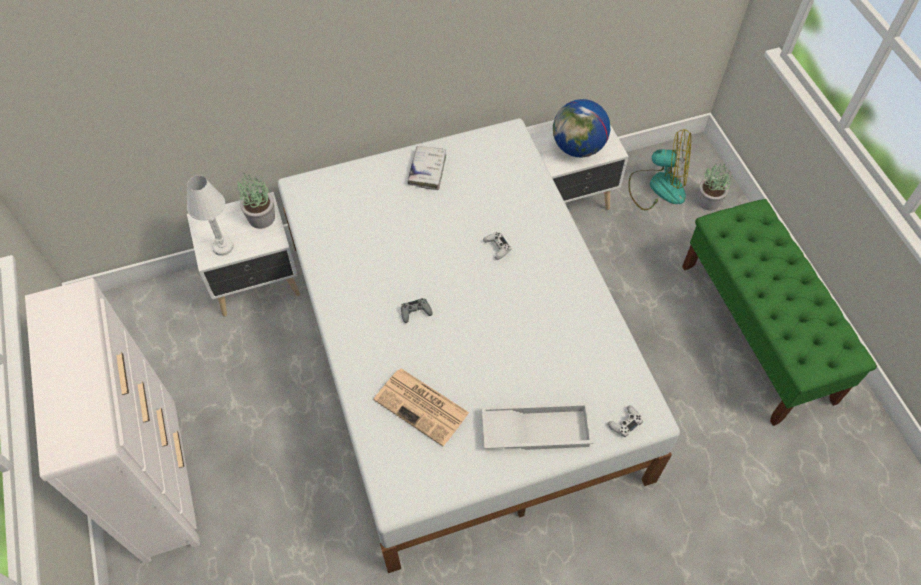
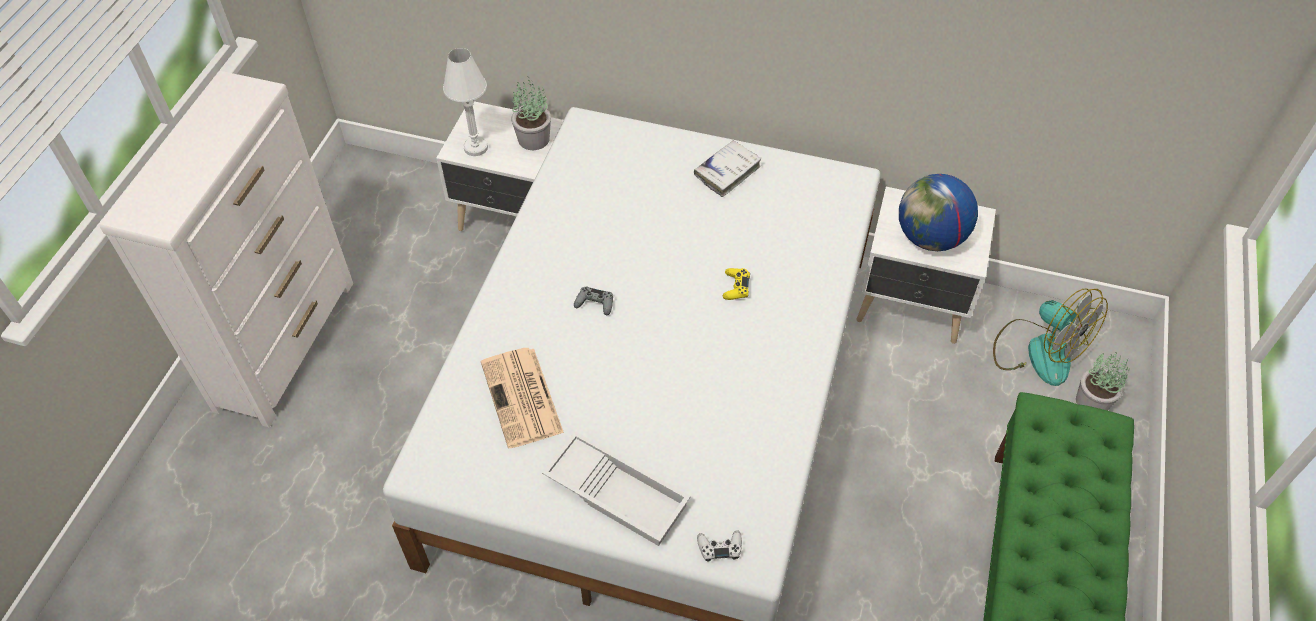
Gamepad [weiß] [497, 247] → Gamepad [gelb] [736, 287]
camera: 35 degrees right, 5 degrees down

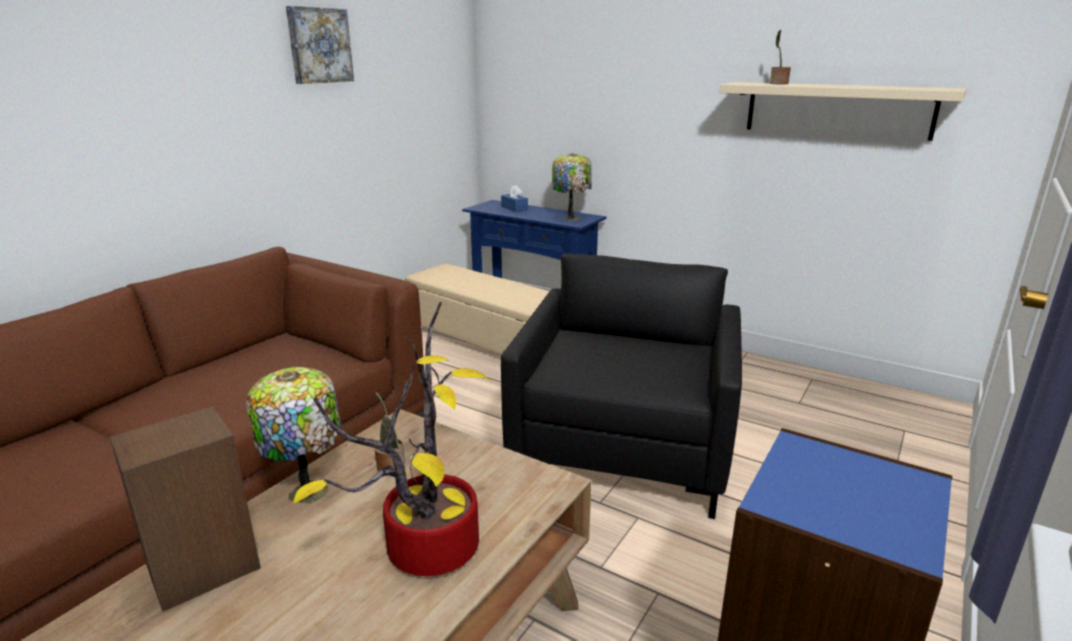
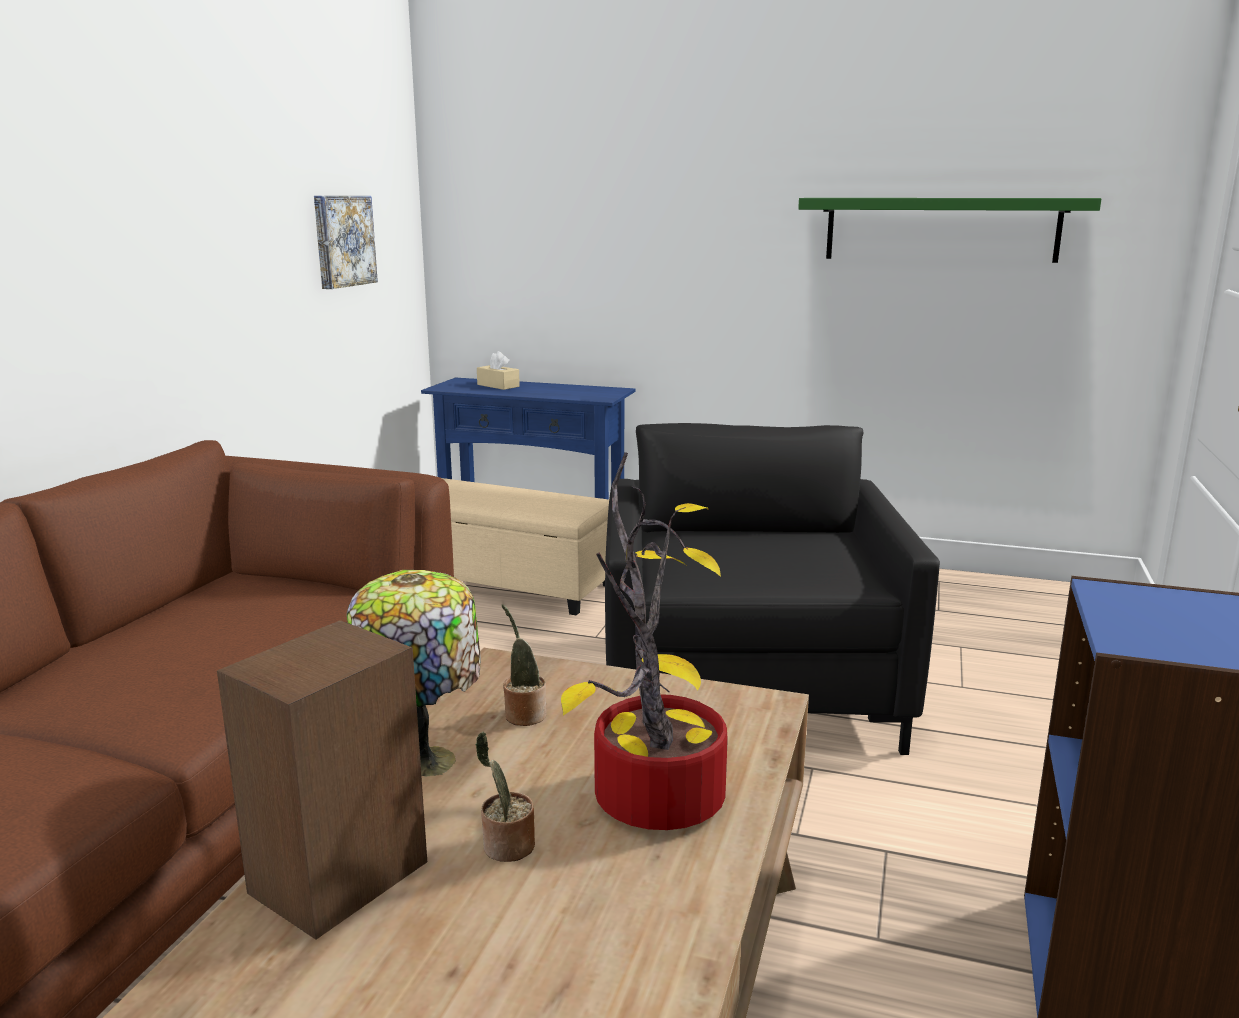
Bild [318, 45] → Bild [342, 241], relocated
Topfpflanze [778, 84] → Topfpflanze [506, 847], relocated
Wandregal [beige] [837, 110] → Wandregal [grün] [941, 229]
Tischlampe [571, 217] → -
Taschentuchbox [blau] [514, 208] → Taschentuchbox [beige] [498, 385]
camera: 15 degrees left, 5 degrees down

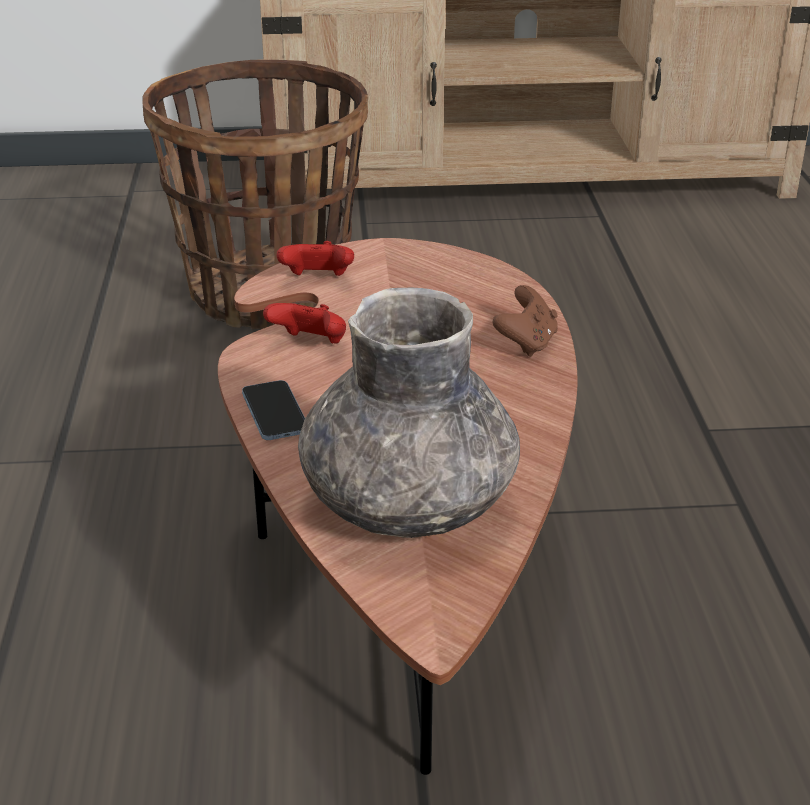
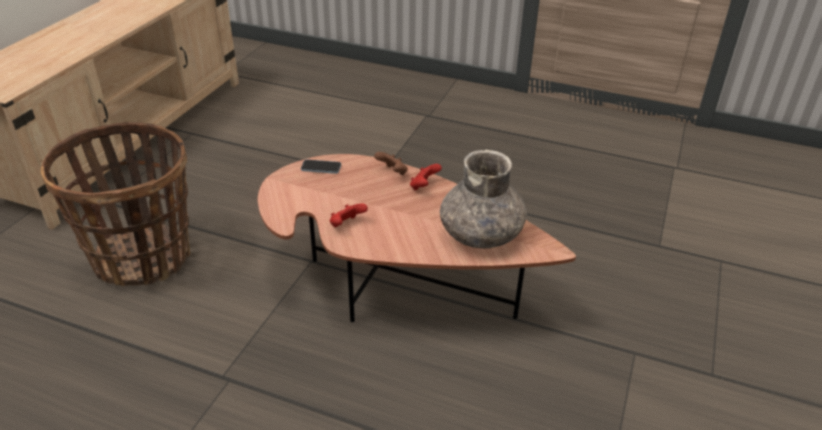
Gamepad [rot] [317, 280] → Gamepad [rot] [424, 186], relocated
Handy [275, 413] → Handy [321, 168], relocated
camera: 65 degrees left, 5 degrees up

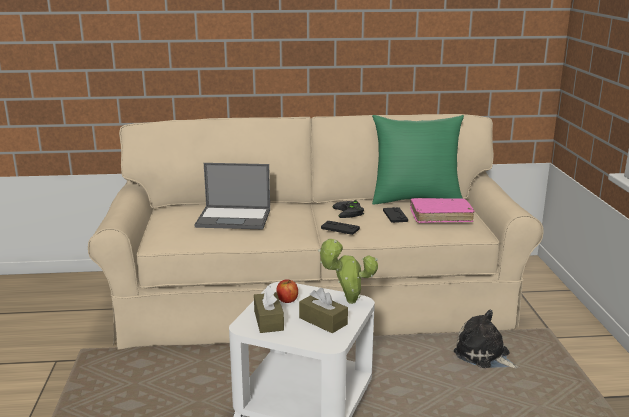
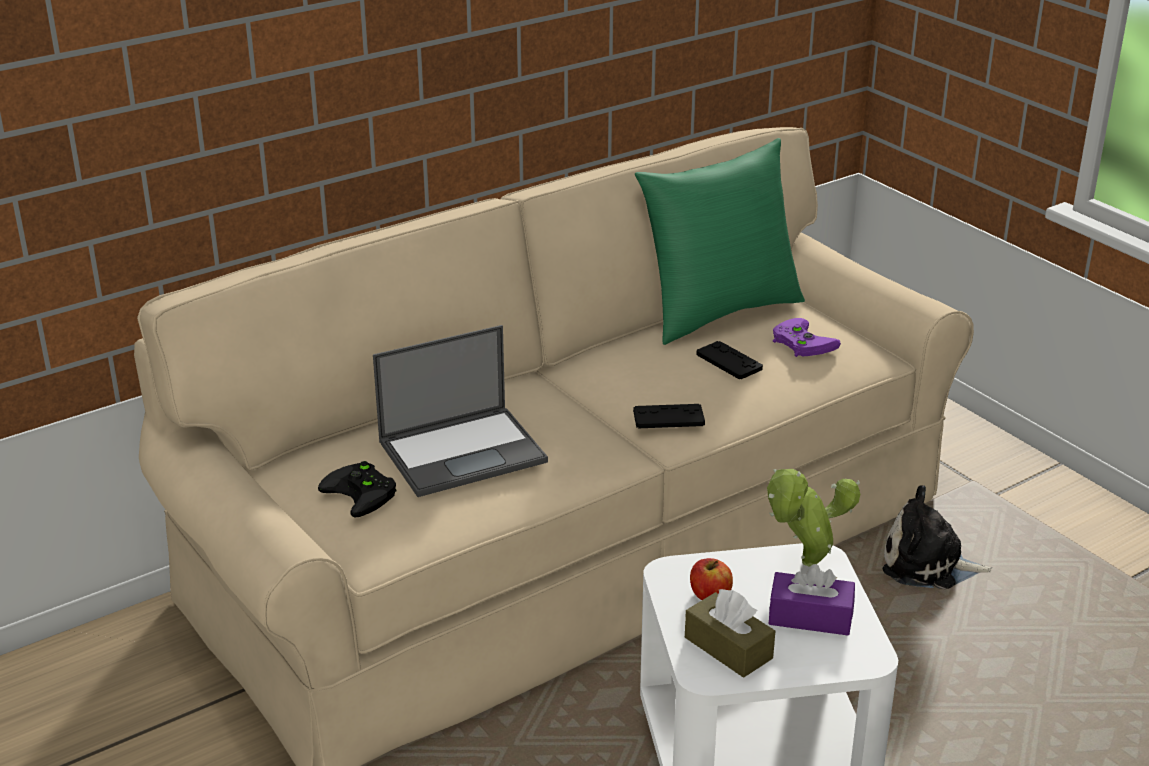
Buch [rosa] [440, 216] → Gamepad [lila] [800, 342]
Gamepad [schwarz] [350, 212] → Gamepad [schwarz] [363, 493], relocated
Taschentuchbox [braun] [323, 321] → Taschentuchbox [lila] [810, 617]
camera: 30 degrees left, 10 degrees up

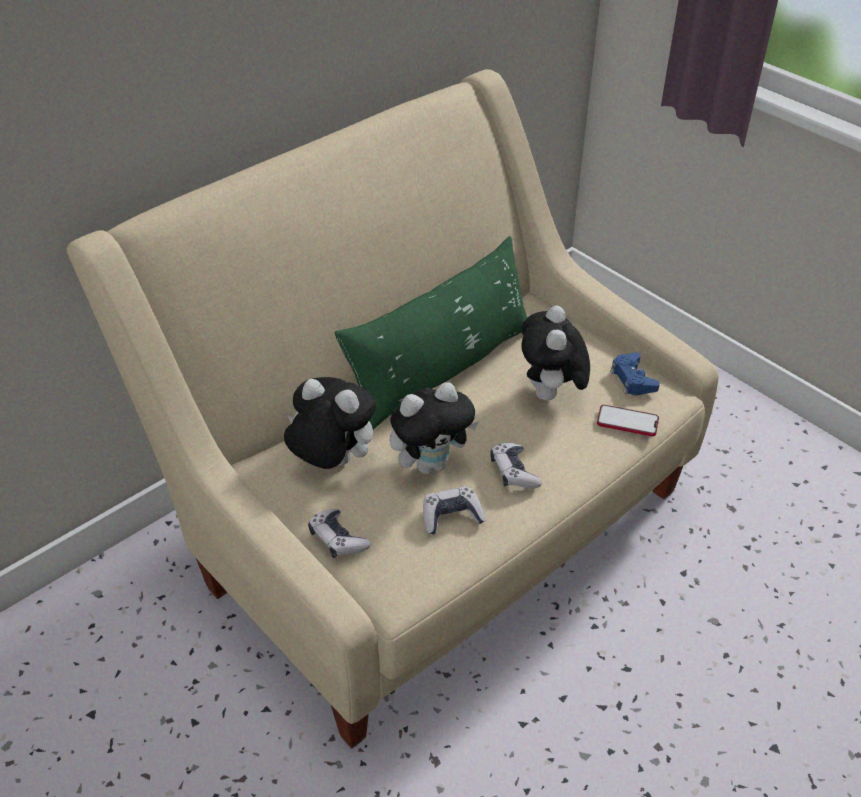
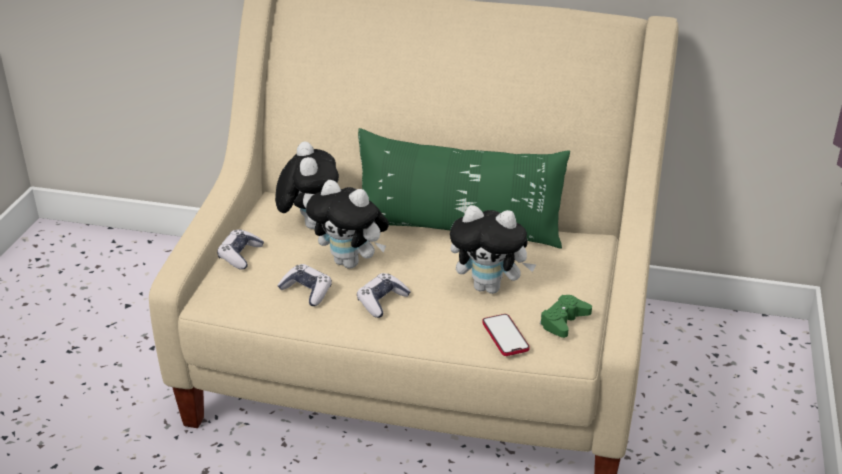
Plüschtier [550, 395] → Plüschtier [490, 287], 135 degrees counterclockwise
Gamepad [blau] [632, 379] → Gamepad [grün] [564, 321]
camera: 55 degrees right, 10 degrees down

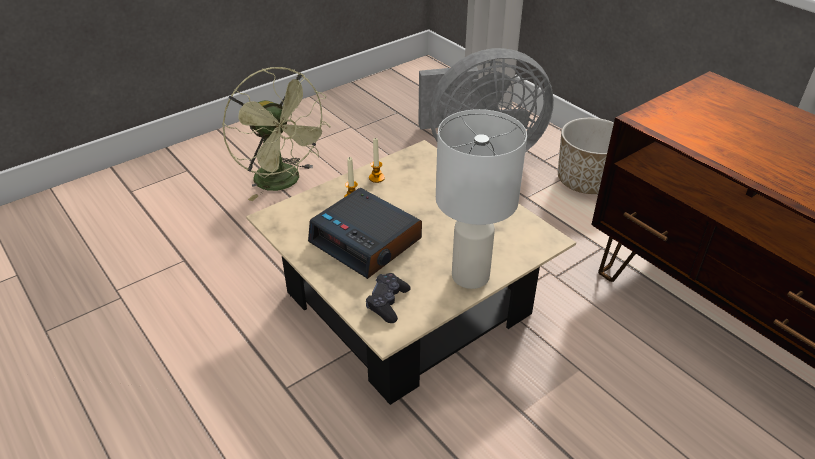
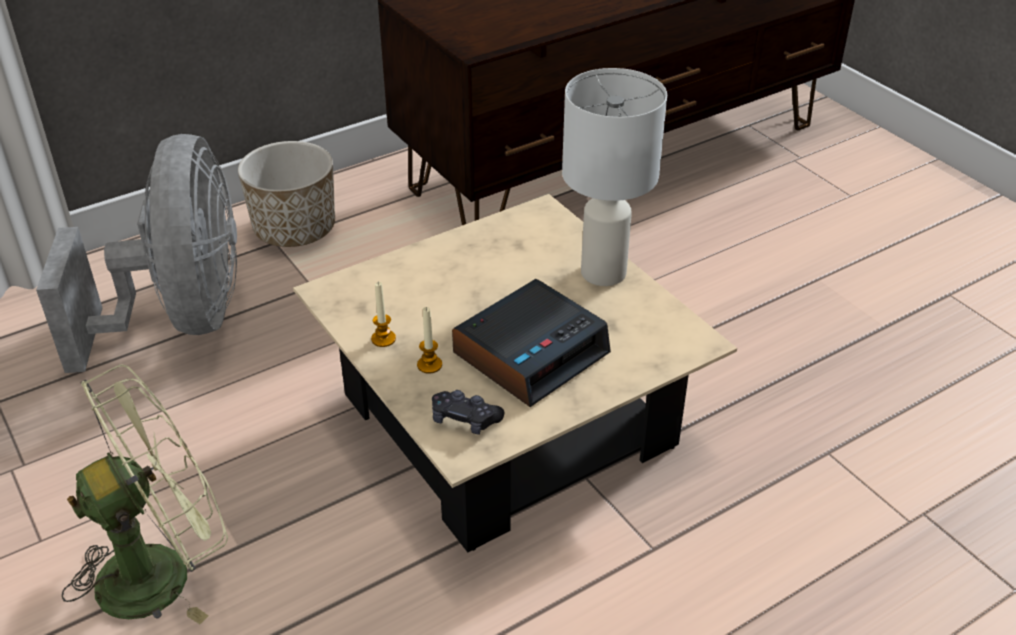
Gamepad [schwarz] [387, 303] → Gamepad [schwarz] [465, 419], relocated
camera: 85 degrees left, 0 degrees up

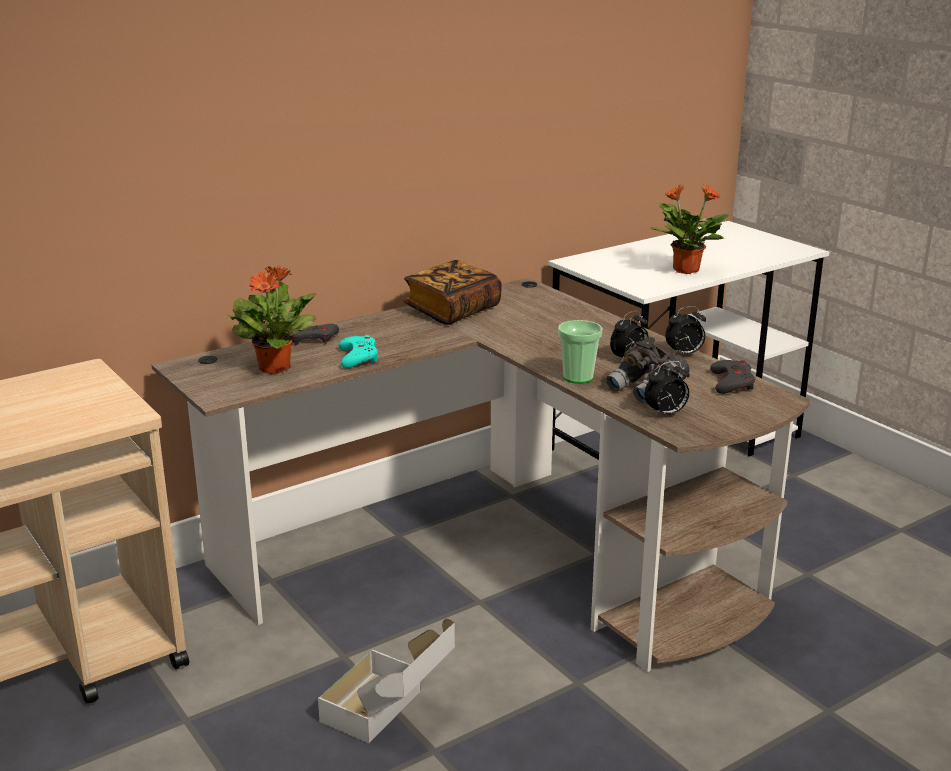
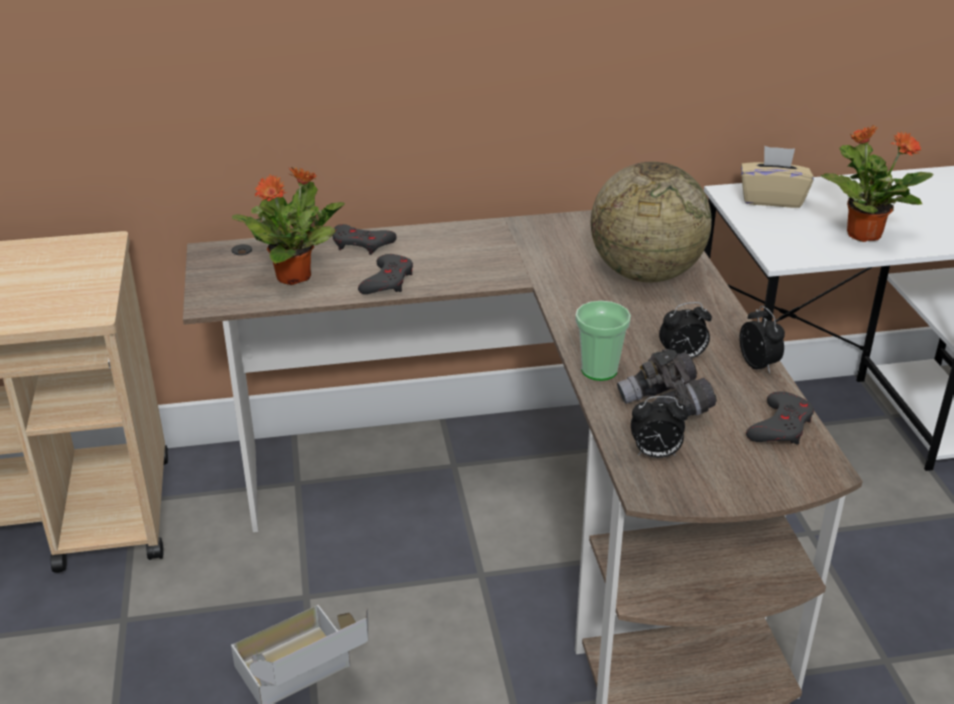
Buch [452, 311] → -
Wecker [684, 354] → Wecker [759, 365], 120 degrees counterclockwise
Gamepad [türkis] [358, 357] → Gamepad [grau] [388, 281]
- → Taschentuchbox [beige] [772, 199]
- → Globus [645, 274]
camera: 25 degrees right, 10 degrees up

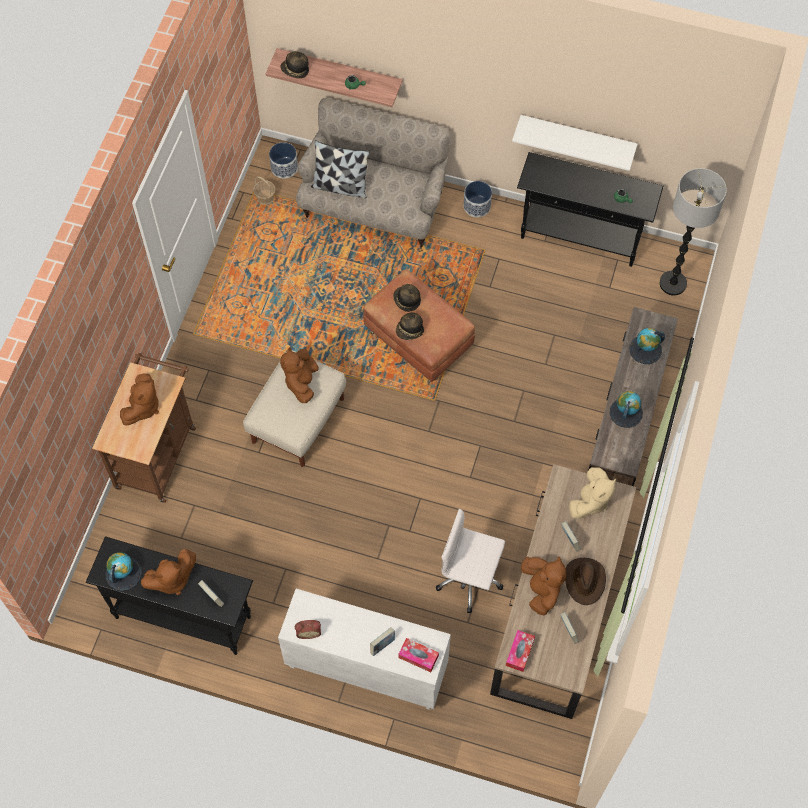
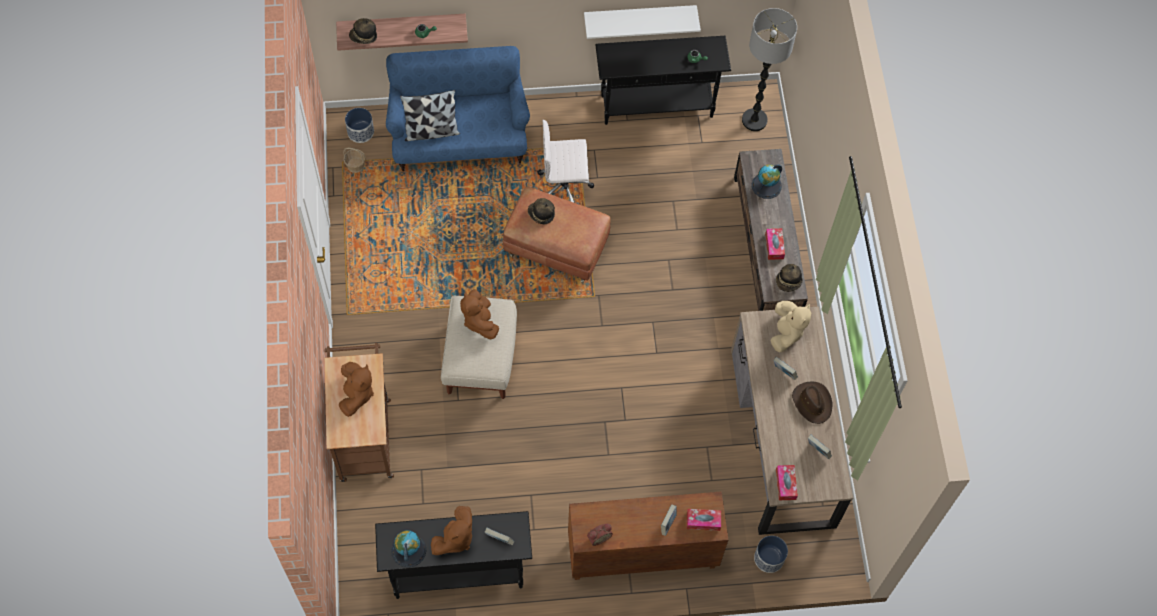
Sofa [beige] [374, 205] → Sofa [blau] [459, 139]
Pflanzkübel [477, 206] → Pflanzkübel [769, 558], relocated
Hut [409, 331] → Hut [788, 282], relocated
Globus [626, 412] → Taschentuchbox [774, 246]
Bürostuhl [weiß] [470, 578] → Bürostuhl [weiß] [564, 188], relocated
Plüschtier [braun] [541, 589] → -
Schrank [weiß] [365, 668] → Schrank [braun] [641, 554]
camera: 25 degrees left, 0 degrees up

